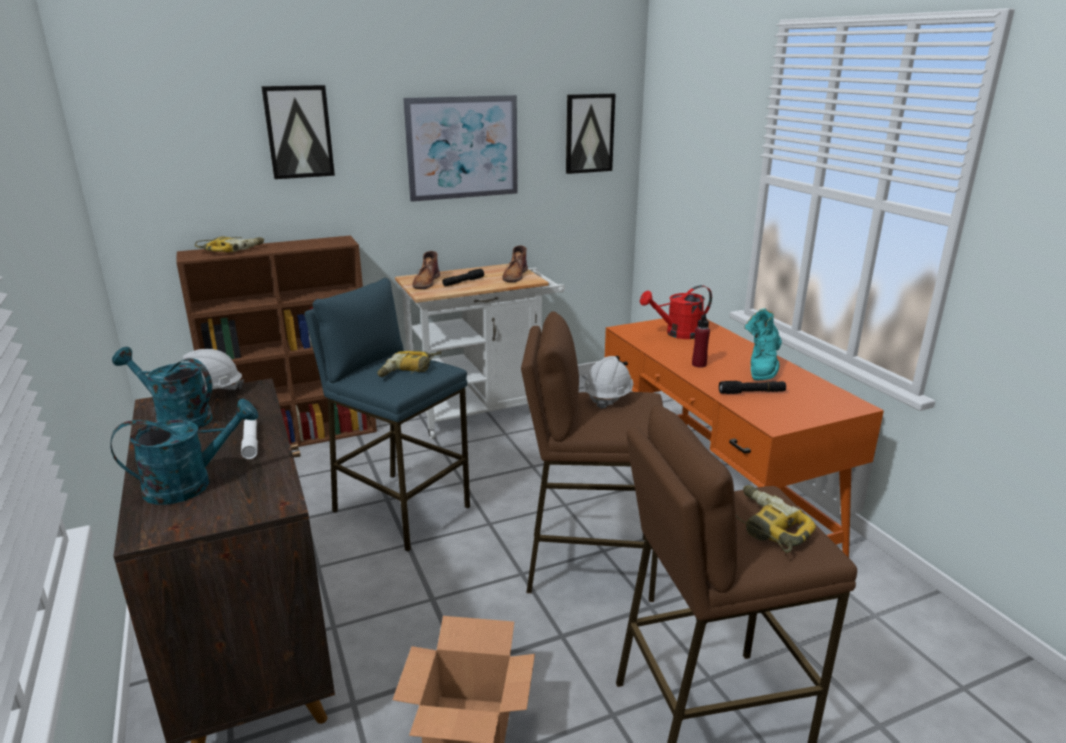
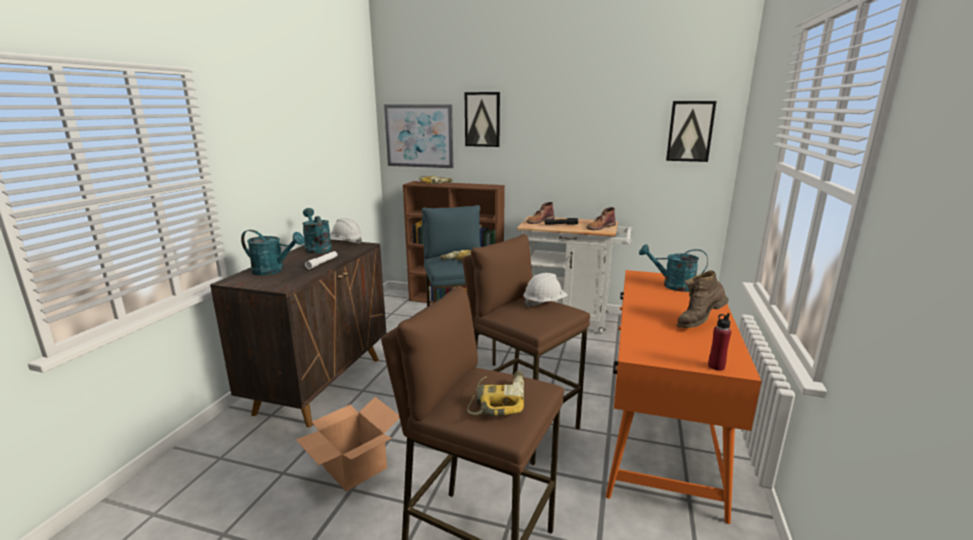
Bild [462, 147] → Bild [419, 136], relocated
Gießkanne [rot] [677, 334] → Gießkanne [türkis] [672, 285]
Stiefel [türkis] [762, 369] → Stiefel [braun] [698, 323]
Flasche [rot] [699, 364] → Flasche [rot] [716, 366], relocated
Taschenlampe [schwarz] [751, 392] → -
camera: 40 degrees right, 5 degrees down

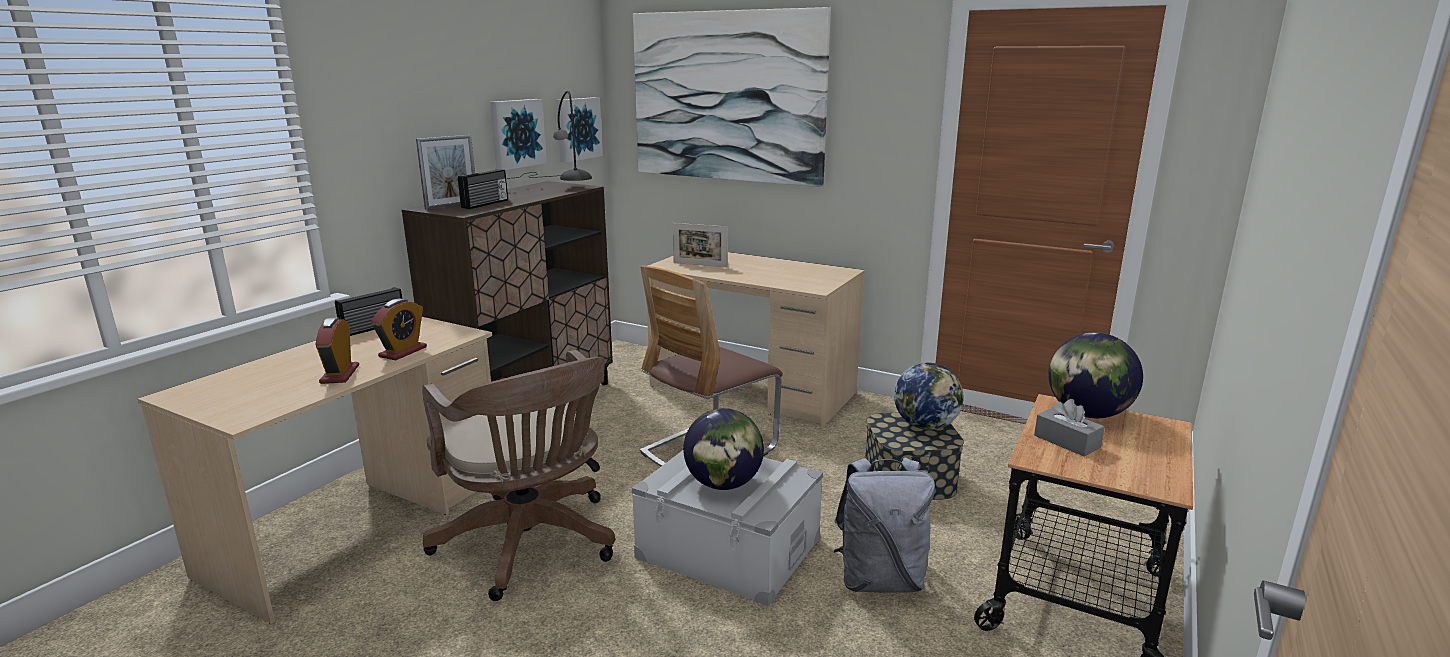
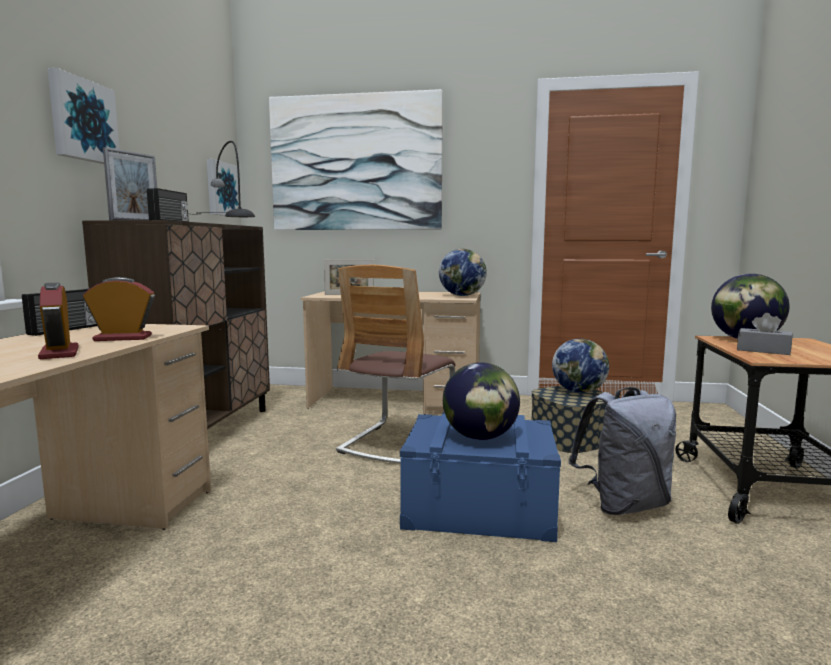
Bild [516, 133] → Bild [82, 120], relocated
Wecker [403, 352] → Wecker [123, 338], 105 degrees counterclockwise
Bürostuhl [braun] [531, 545] → -
Aufbewahrungsbox [grau] [729, 548] → Aufbewahrungsbox [blau] [480, 506]
- → Globus [462, 295]
camera: 20 degrees left, 10 degrees down

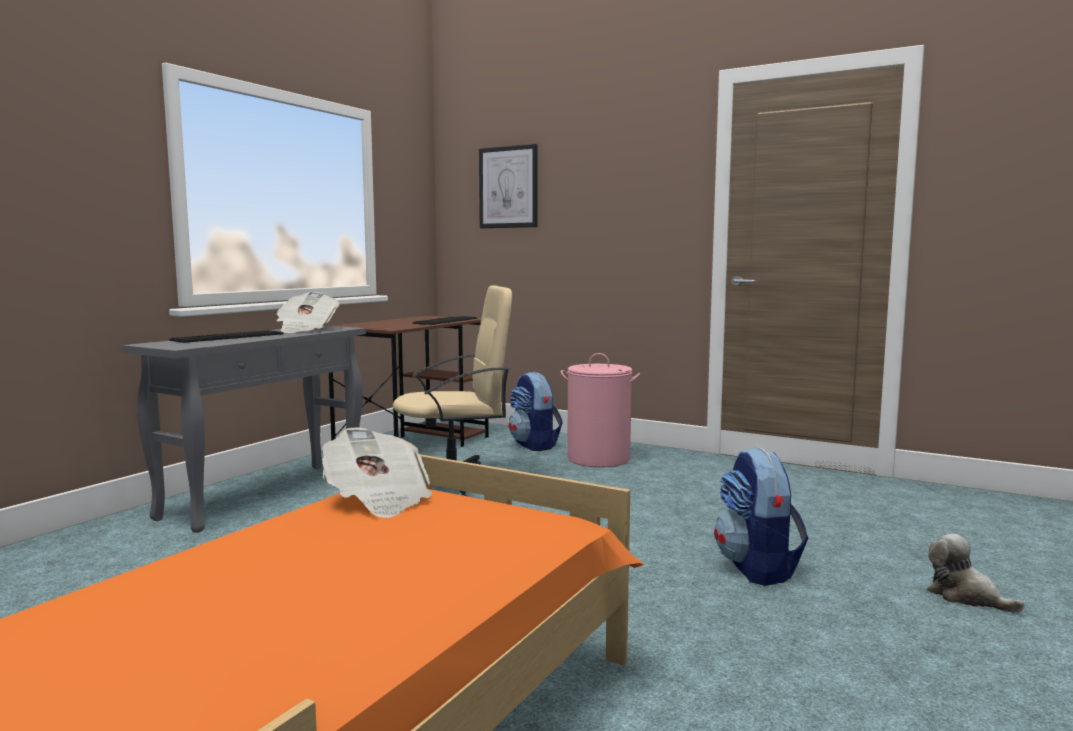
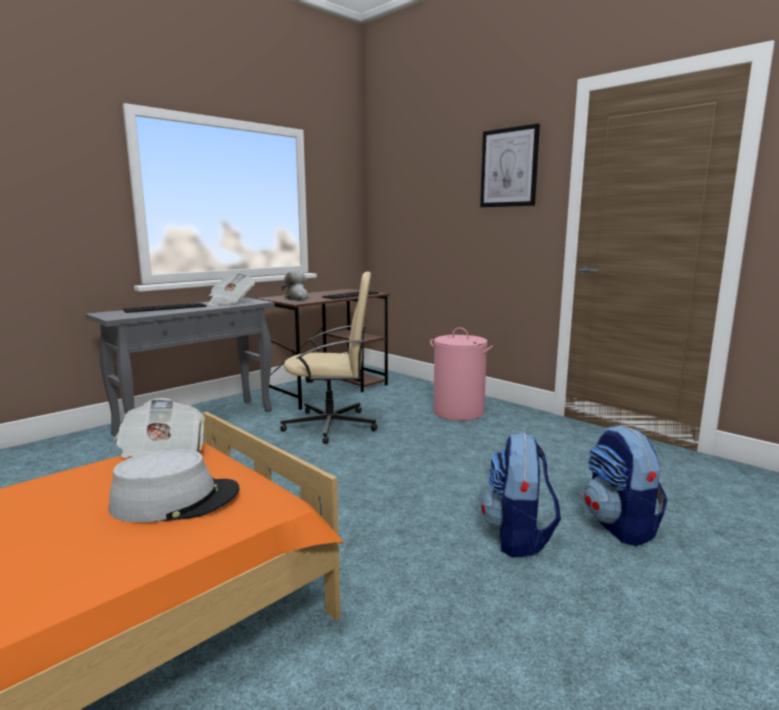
Bild [508, 187] → Bild [509, 167], relocated
Rucksack [534, 445] → Rucksack [619, 526], relocated
Plüschtier [965, 596] → Plüschtier [297, 299], relocated
- → Hut [grau] [176, 500]
camera: 15 degrees right, 5 degrees up

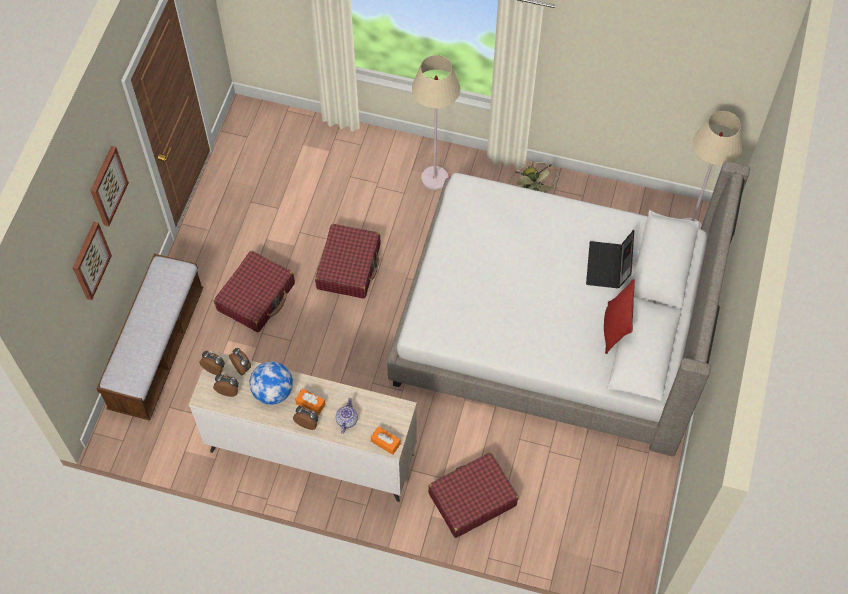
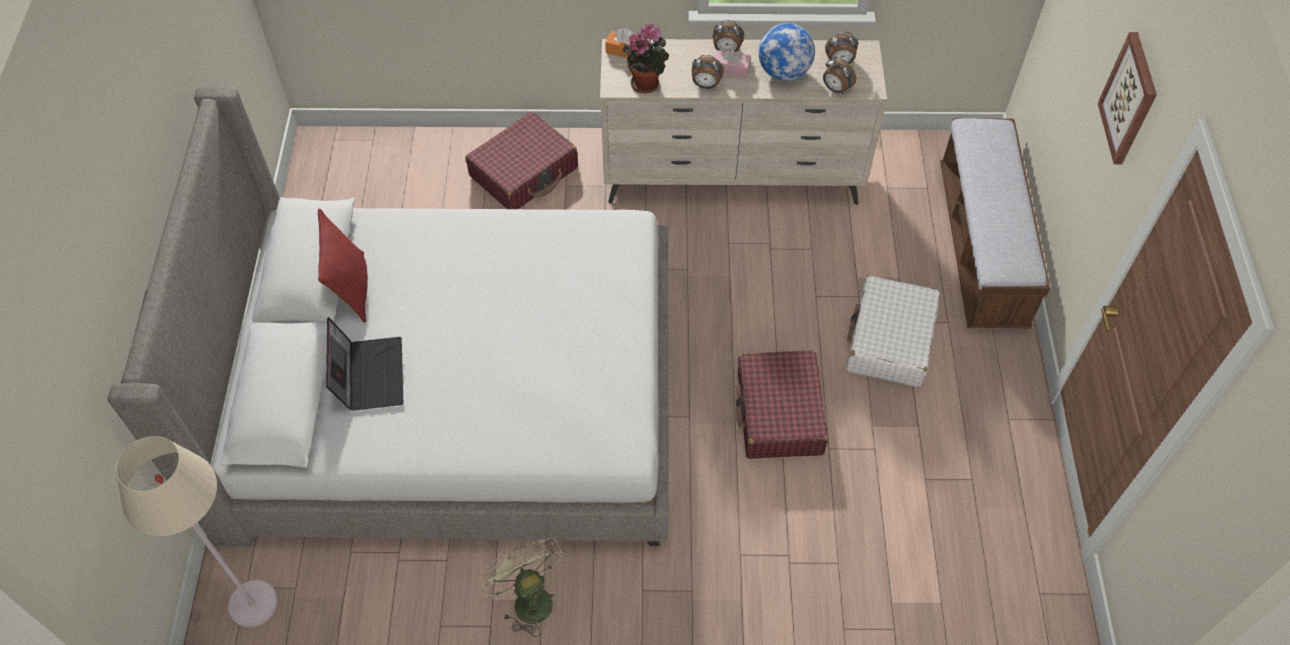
Stehlampe [beige] [435, 178] → -
Bild [90, 260] → -
Koffer [rot] [256, 297] → Koffer [weiß] [889, 340]
Wecker [214, 368] → Wecker [706, 85], relocated
Taschentuchbox [orange] [310, 404] → Taschentuchbox [rosa] [731, 69]
Teekanne [346, 420] → -
- → Topfpflanze [647, 83]
camera: 165 degrees right, 5 degrees down

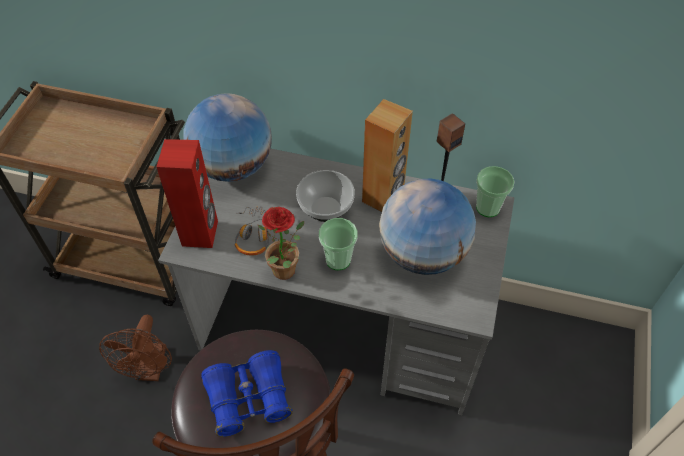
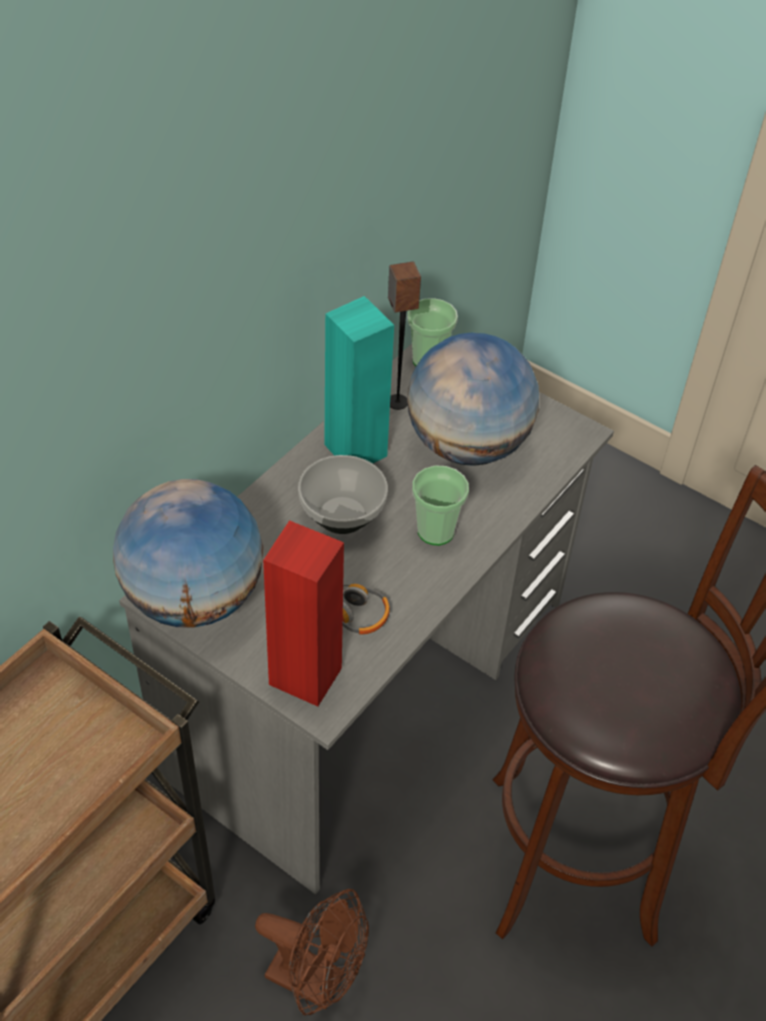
Lautsprecher [braun] [383, 197] → Lautsprecher [türkis] [356, 450]
Topfpflanze [286, 274] → -
Fernglas [blau] [248, 399] → -
camera: 70 degrees left, 5 degrees down

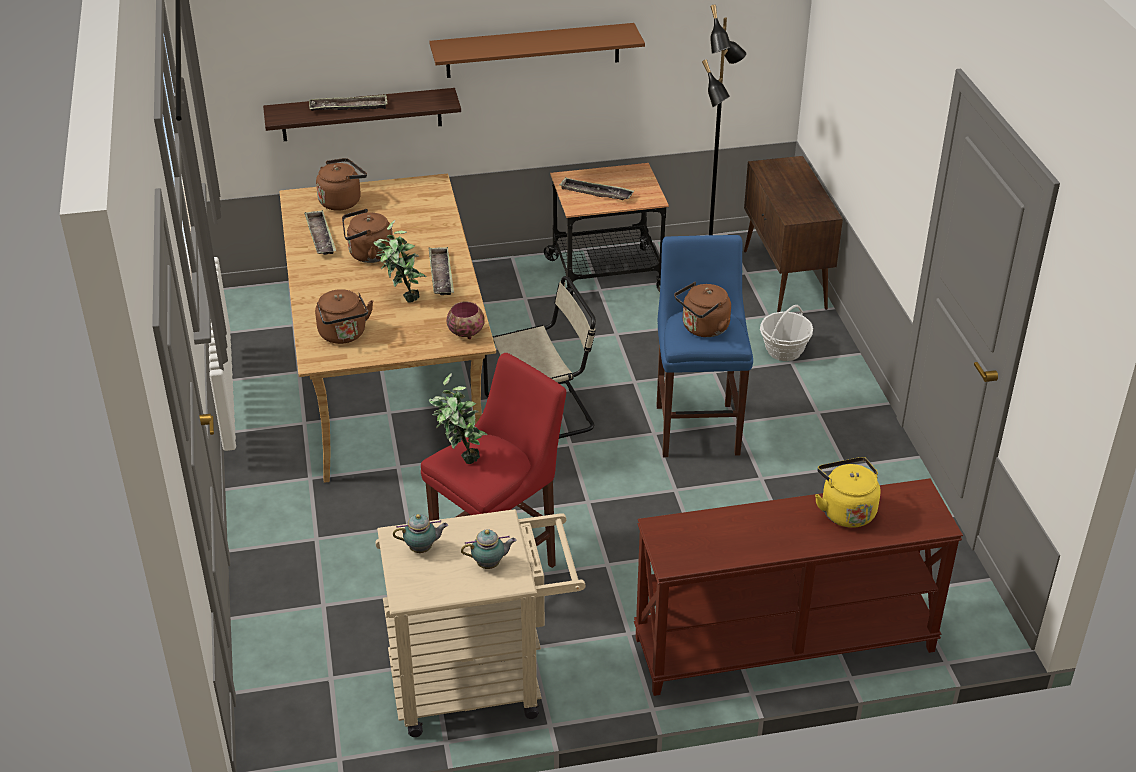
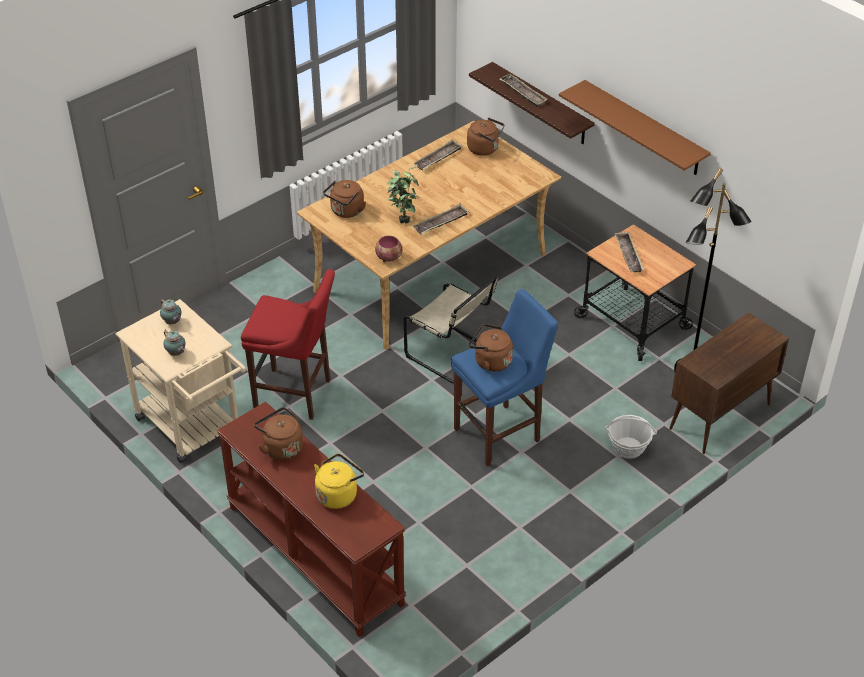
Wasserkessel [braun] [368, 255] → Wasserkessel [braun] [281, 447], relocated
Topfpflanze [460, 458] → -
camera: 60 degrees right, 5 degrees up

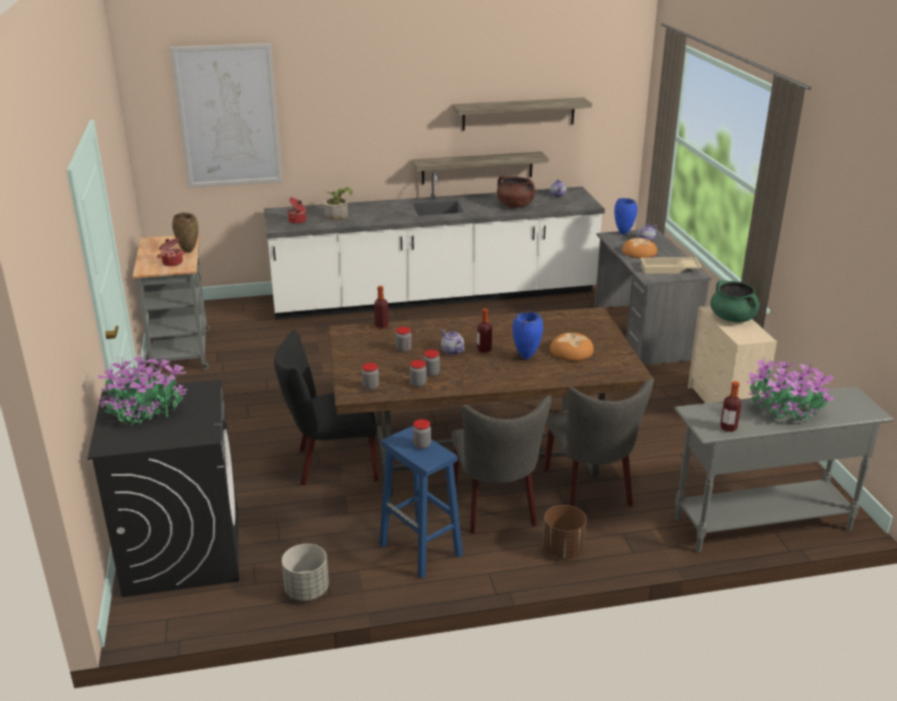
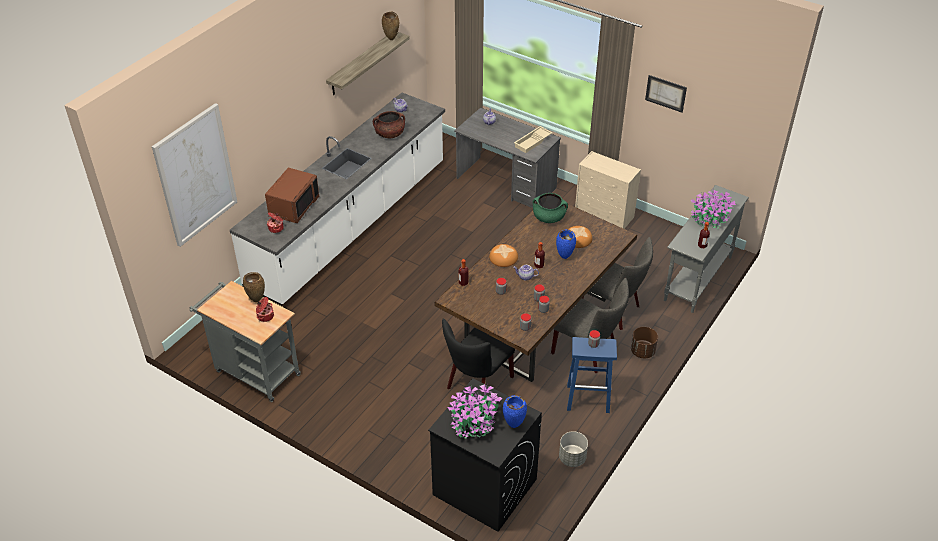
Wandregal [477, 168] → -
Topfpflanze [338, 215] → Mikrowelle [braun] [293, 206]
Vase [blau] [624, 233] → Vase [blau] [514, 425], relocated
Brot [639, 252] → Brot [503, 258], relocated
Kochtopf [grün] [732, 318] → Kochtopf [grün] [549, 217], relocated
- → Vase [braun] [391, 39]
- → Bild [665, 93]
camera: 45 degrees left, 15 degrees up

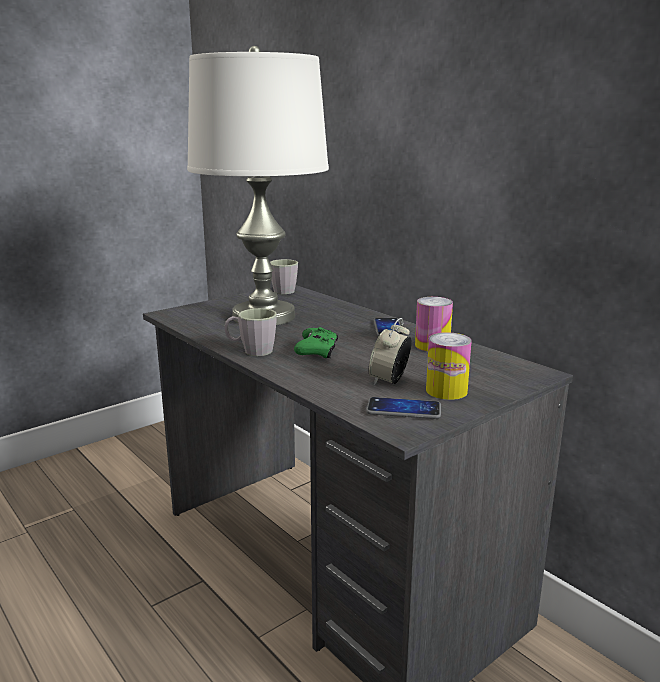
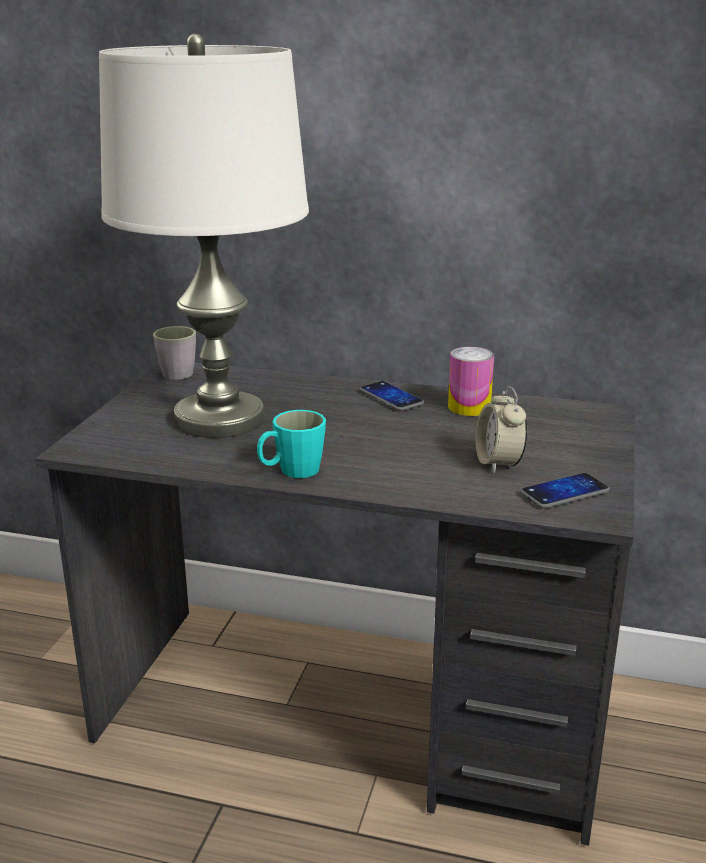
Henkelbecher [grau] [251, 351] → Henkelbecher [türkis] [291, 471]
Gamepad [grün] [317, 352] → -
Dose [446, 391] → -
camera: 35 degrees left, 5 degrees up

